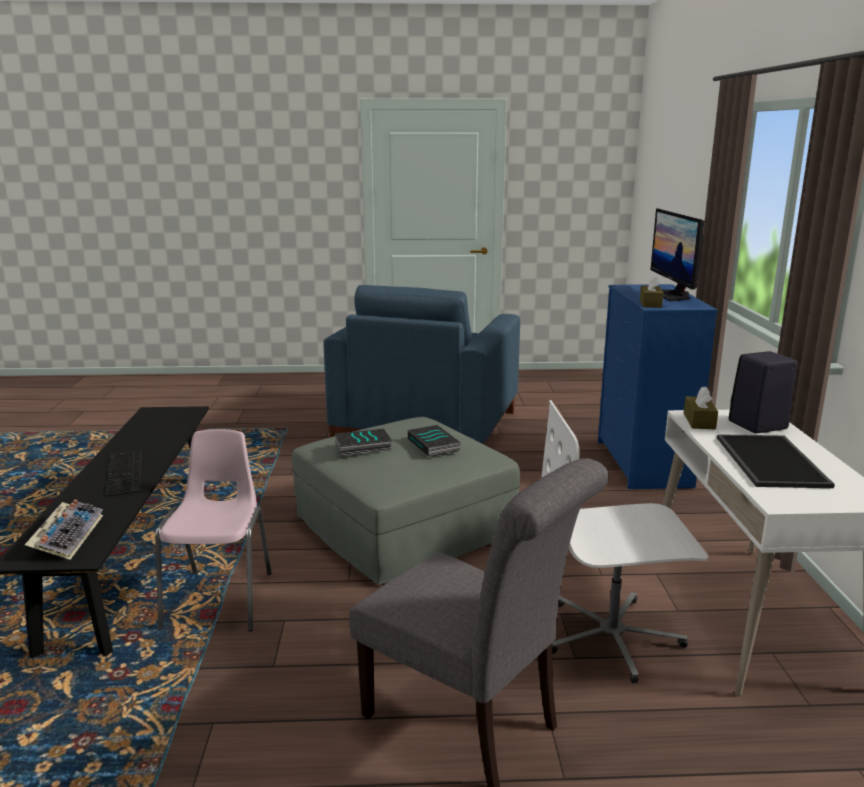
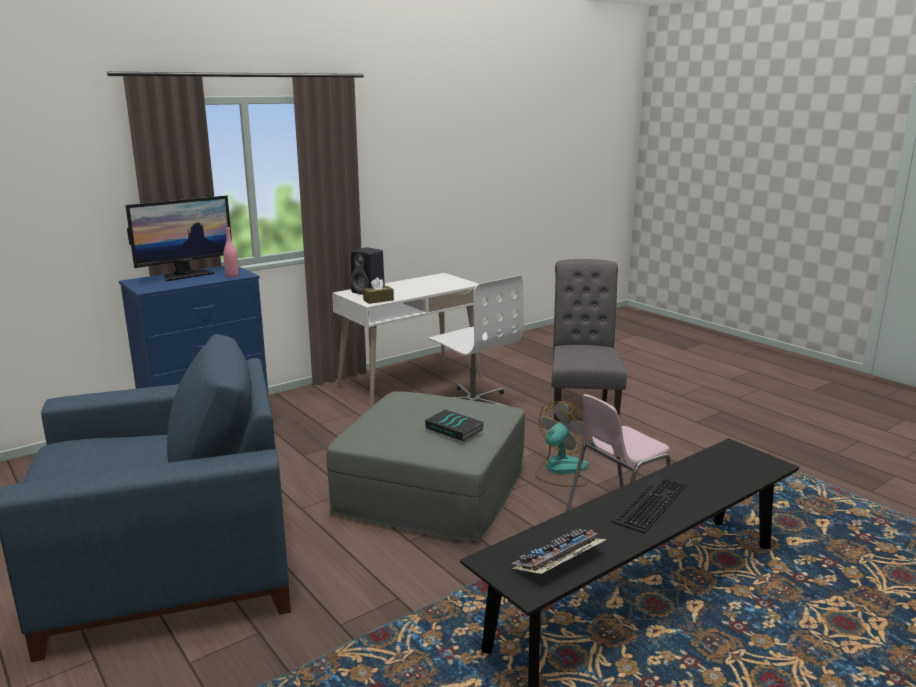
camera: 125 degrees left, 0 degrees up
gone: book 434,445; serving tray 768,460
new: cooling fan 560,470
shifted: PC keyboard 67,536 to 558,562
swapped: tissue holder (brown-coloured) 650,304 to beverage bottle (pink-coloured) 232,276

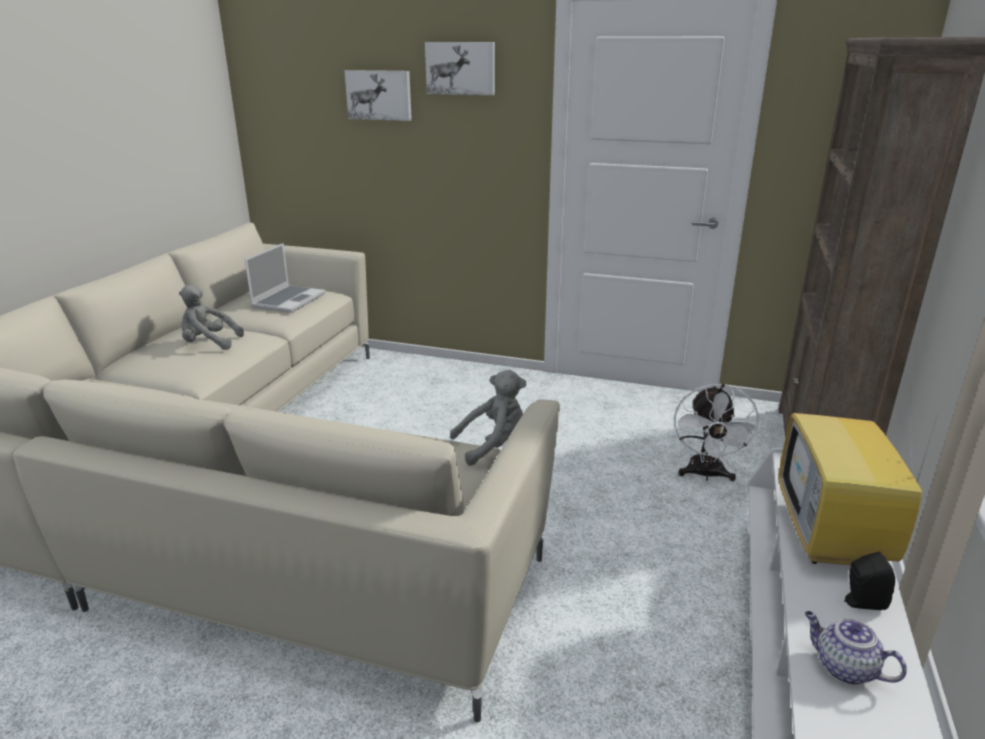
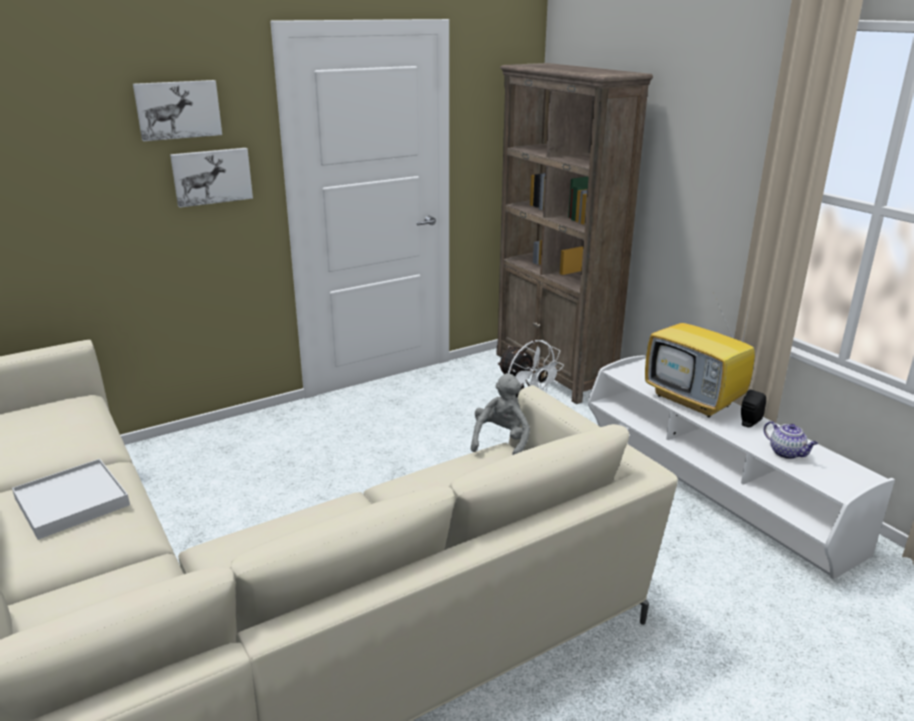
camera: 50 degrees left, 0 degrees up
gone: laptop 289,300
shifted: picture 379,95 to 211,176
swapped: soft toy (grey) 209,343 to serving tray (white-coloured) 71,502
rotated: tea pot 844,668 = 787,453 120 degrees counterclockwise

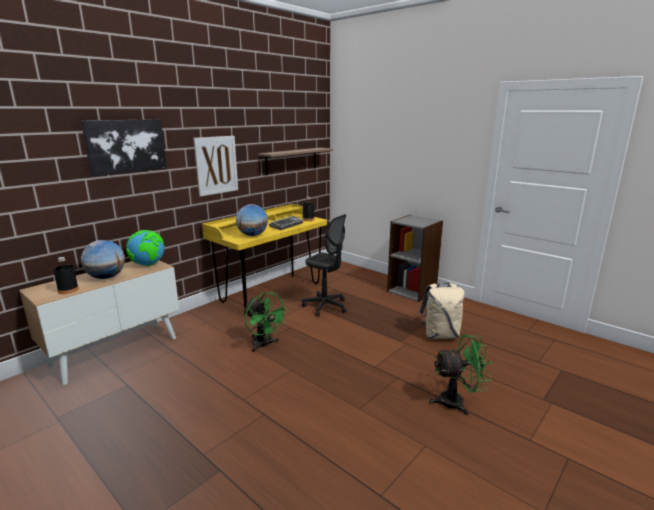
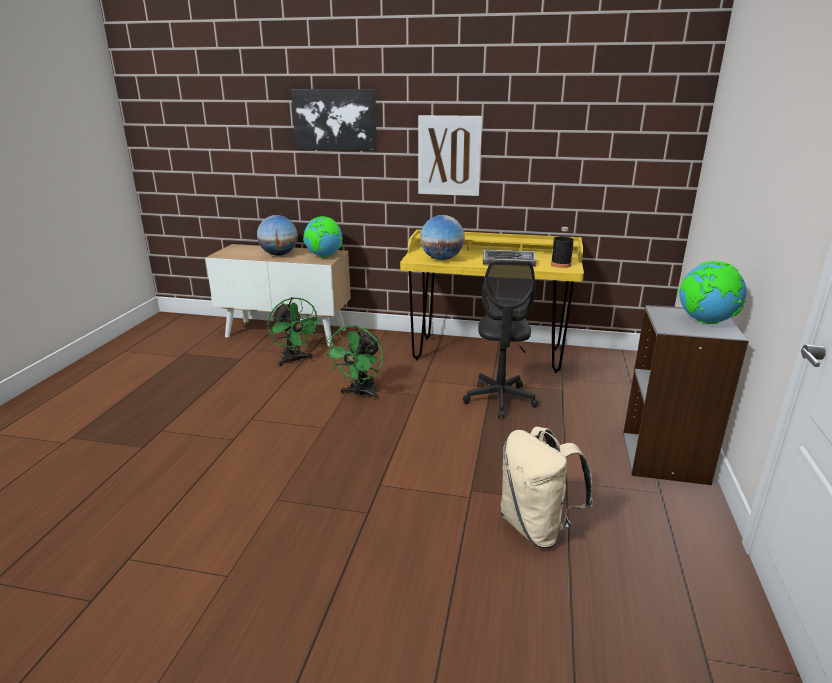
camera: 60 degrees right, 5 degrees up
gone: beverage bottle (blackish) 68,290; wall shelf 291,161
new: world globe 705,322
shifted: cooling fan (green) 457,402 to 294,360

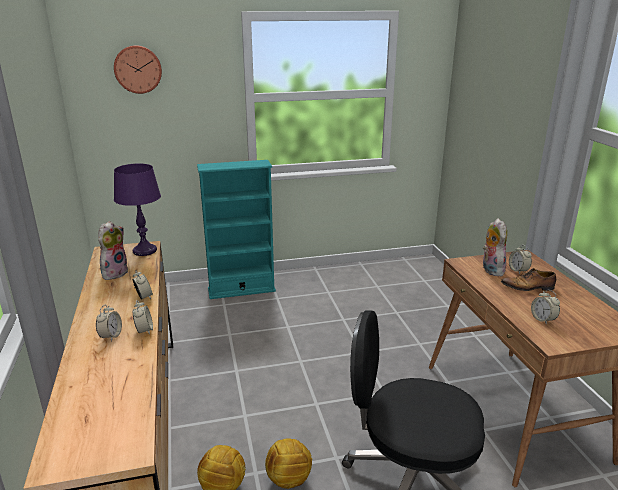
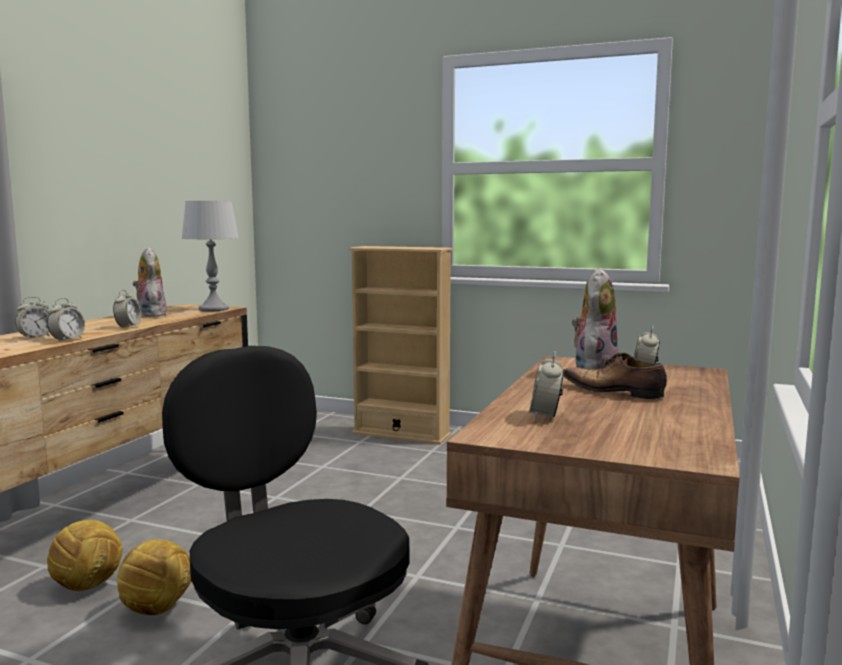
camera: 35 degrees right, 15 degrees down
gone: clock on the wall 138,69
repainted: tabletop lamp (purple-coloured) 144,251 to tabletop lamp (grey) 213,309; bookcase (turquoise) 241,290 to bookcase (sand-coloured) 401,434
rotated: soft toy 114,273 = 150,314 90 degrees counterclockwise

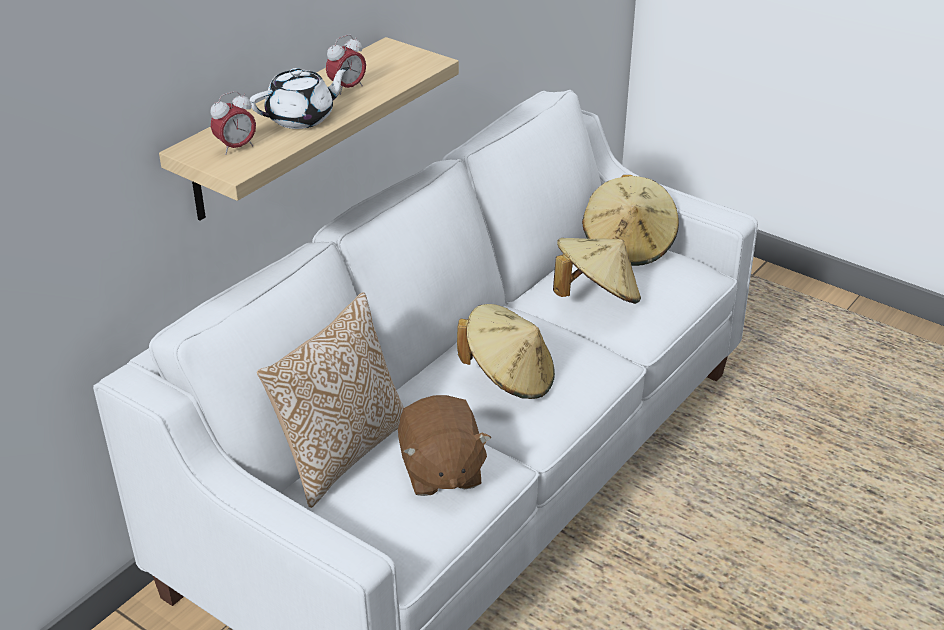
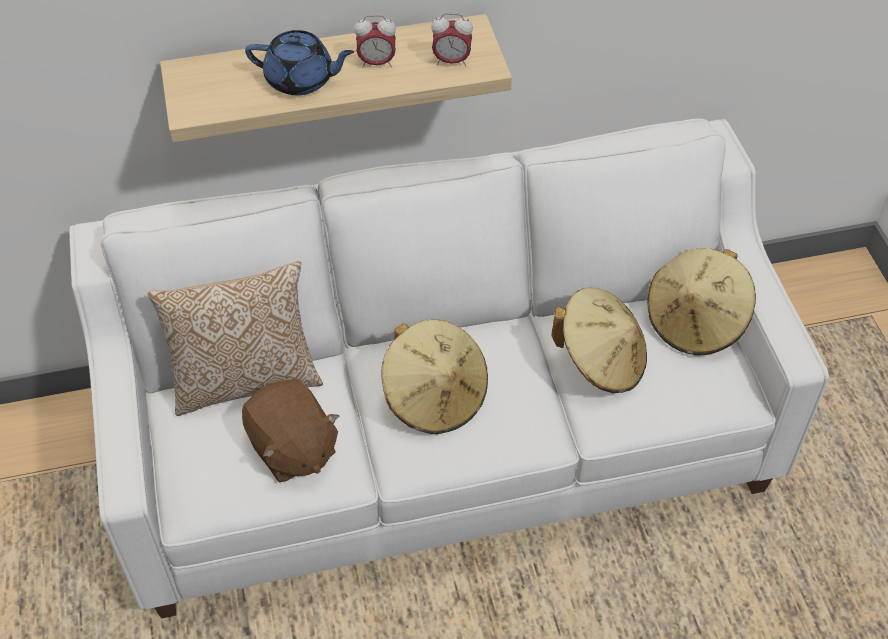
camera: 40 degrees right, 15 degrees up
shifted: bedside clock 236,148 to 451,61
repainted: tea pot (white-coloured) 302,118 to tea pot (blue-coloured) 301,80
rotated: soft toy (brown-coloured) 440,471 = 292,449 60 degrees counterclockwise

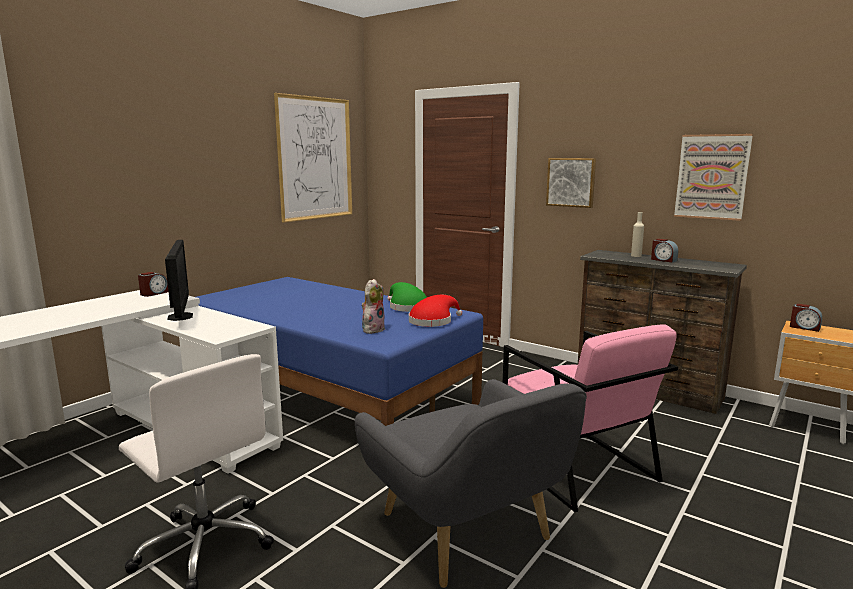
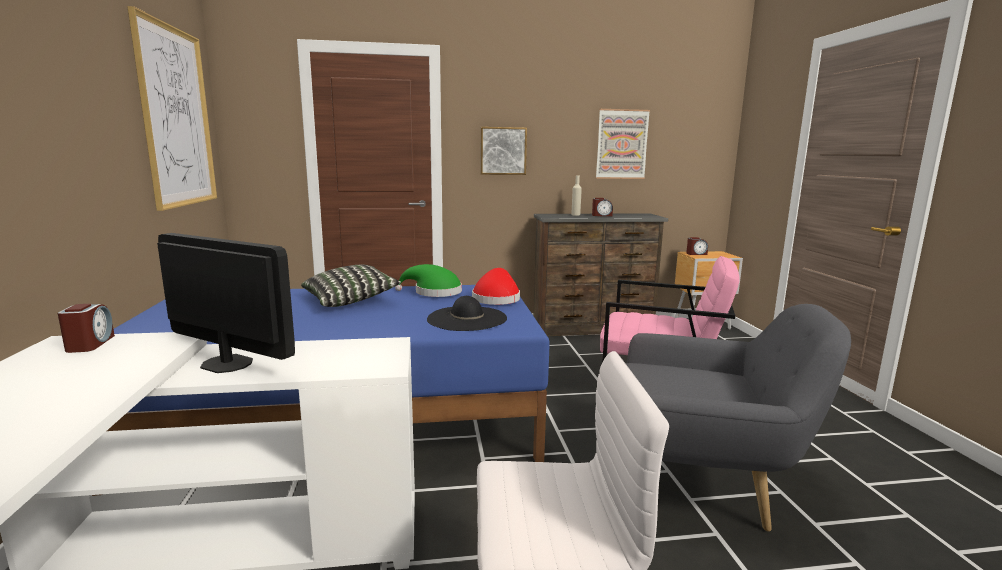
camera: 45 degrees left, 0 degrees up
new: pillow 350,300
swapped: soft toy 373,329 to wearable hat (blackish) 467,318

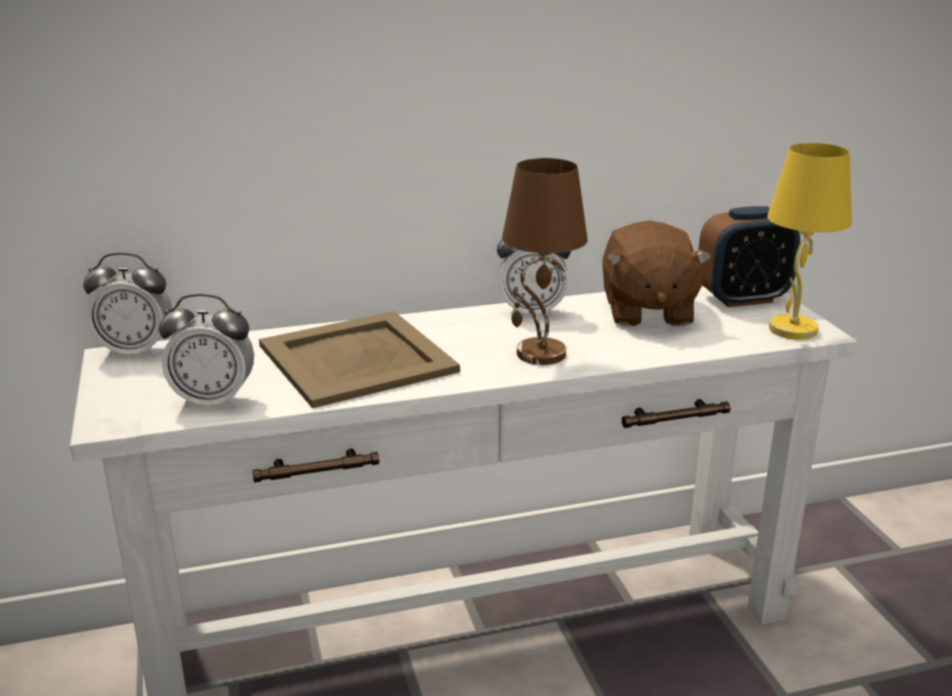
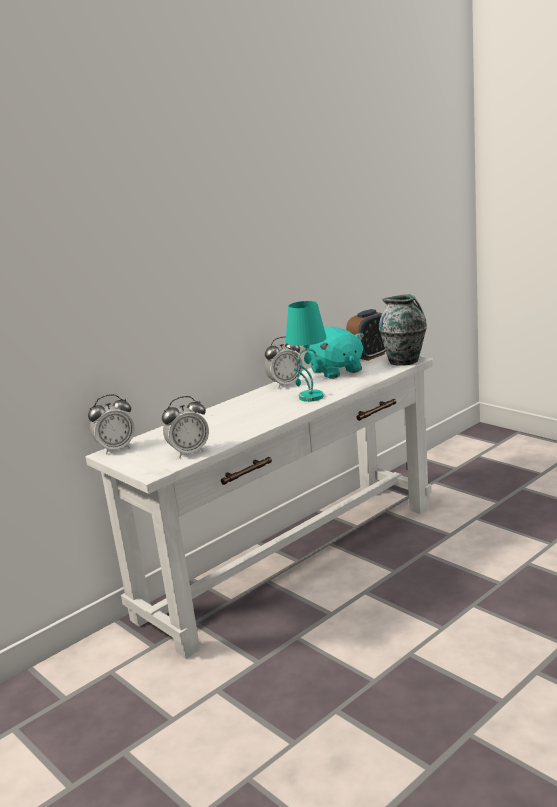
camera: 25 degrees left, 5 degrees down
gone: serving tray (sand-coloured) 356,359
swapped: tabletop lamp (yellow) 793,330 to flower vase 404,361
repainted: tabletop lamp (brown-coloured) 539,354 to tabletop lamp (turquoise) 310,397; soft toy (brown-coloured) 646,311 to soft toy (turquoise) 335,371

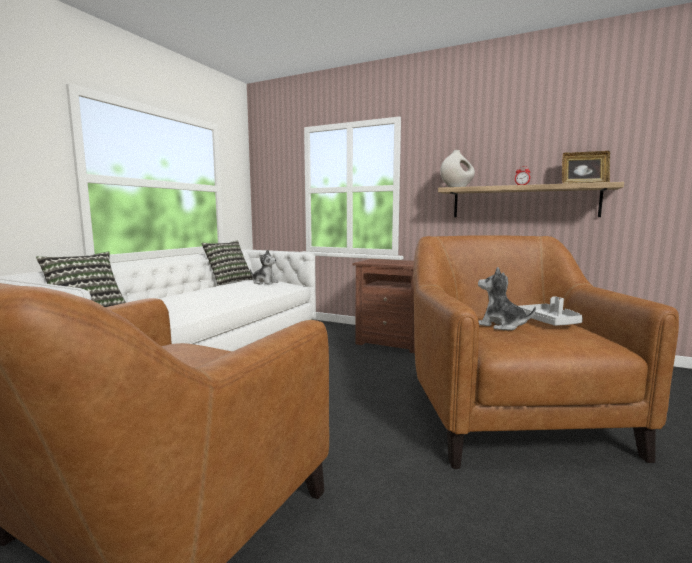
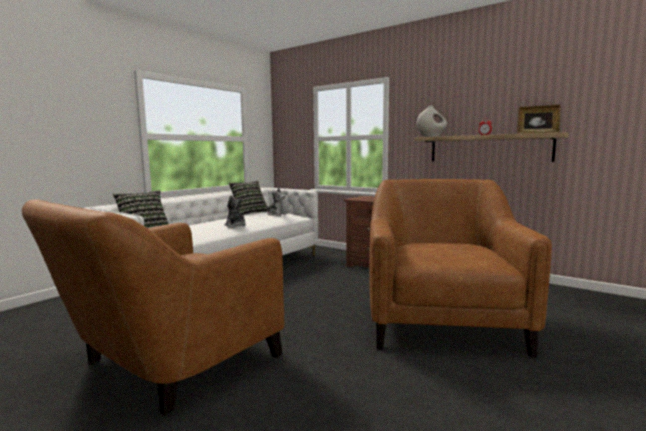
camera: 10 degrees right, 0 degrees up
gone: serving tray (grey) 549,322
shifted: soft toy 501,325 to 235,226

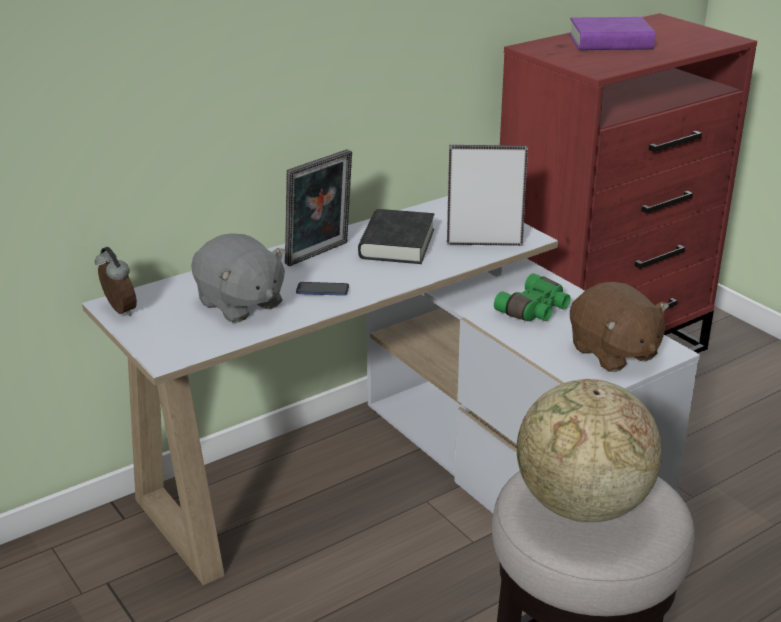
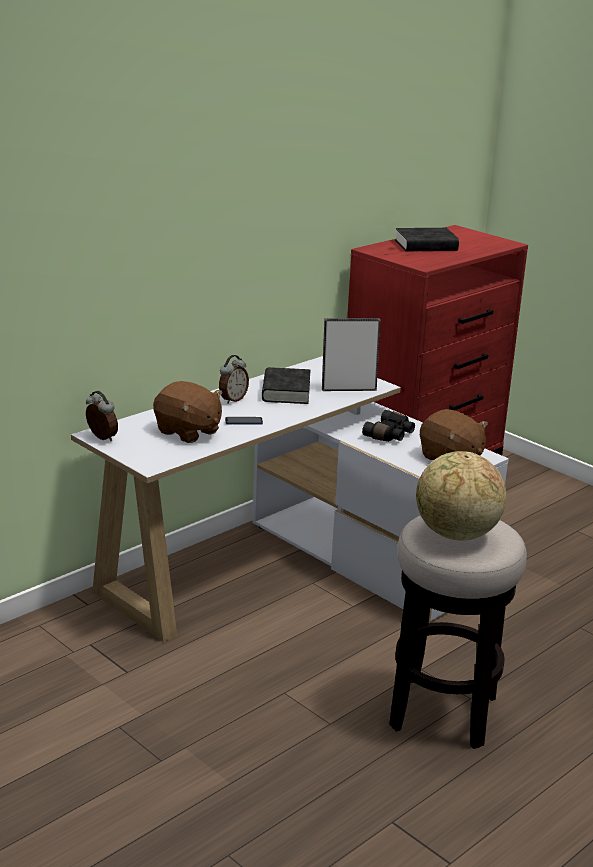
camera: 10 degrees left, 5 degrees down
swapped: standing frame 320,255 to bedside clock 232,399
repainted: soft toy (grey) 240,304 to soft toy (brown-coloured) 188,432; pair of binoculars (green) 535,310 to pair of binoculars (blackish) 390,435; book (purple-coloured) 610,42 to book (blackish) 426,246

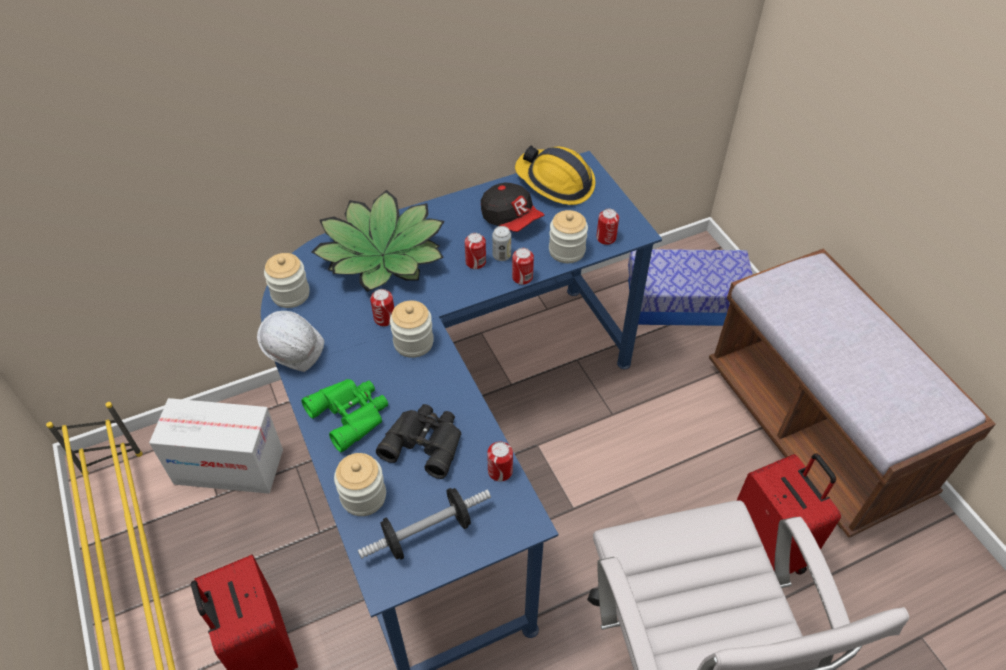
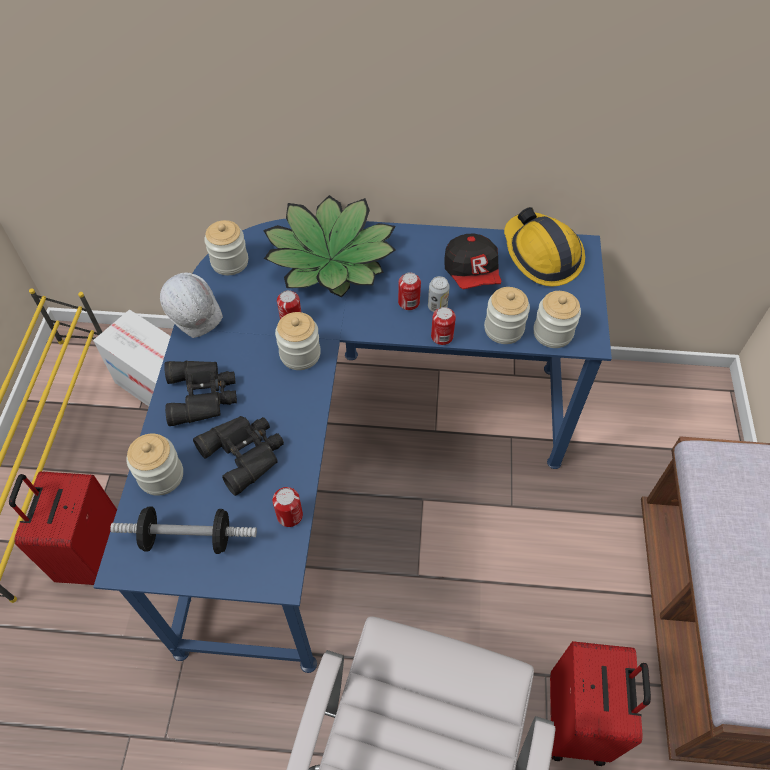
camera: 30 degrees right, 5 degrees up
gone: storage container 685,302
swapped: metal can 606,238 to jar 552,333
repainted: pair of binoculars (green) 351,414 to pair of binoculars (blackish) 203,395

